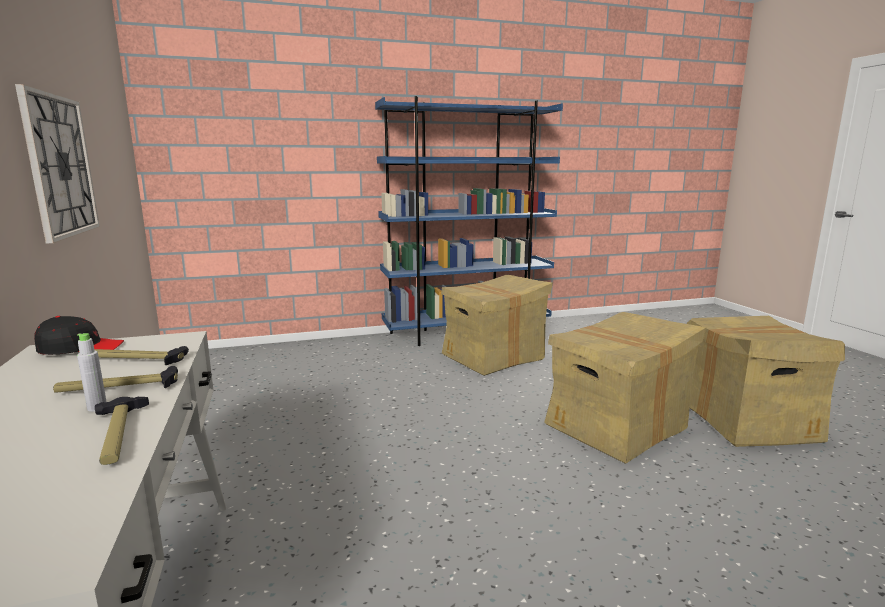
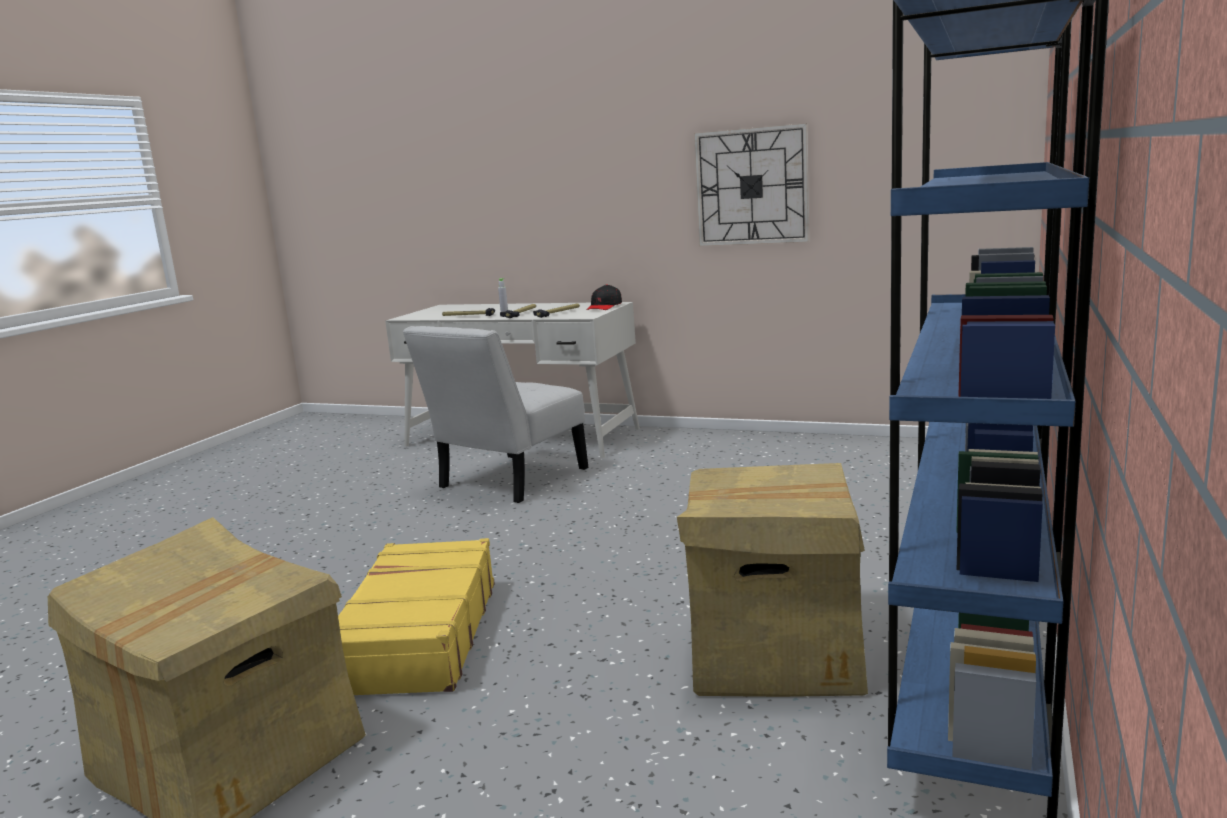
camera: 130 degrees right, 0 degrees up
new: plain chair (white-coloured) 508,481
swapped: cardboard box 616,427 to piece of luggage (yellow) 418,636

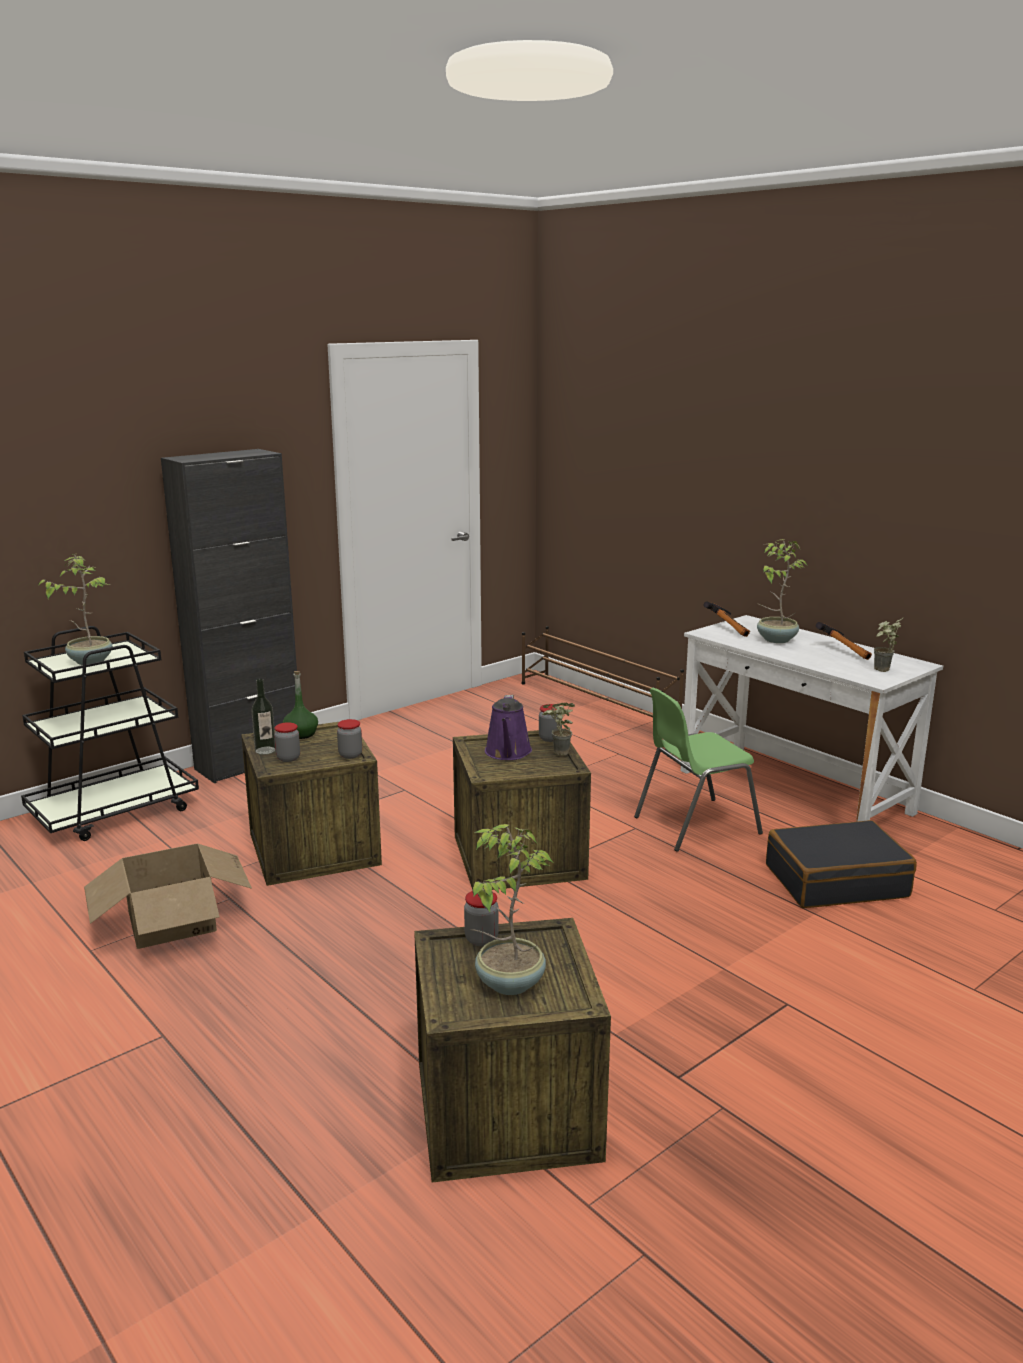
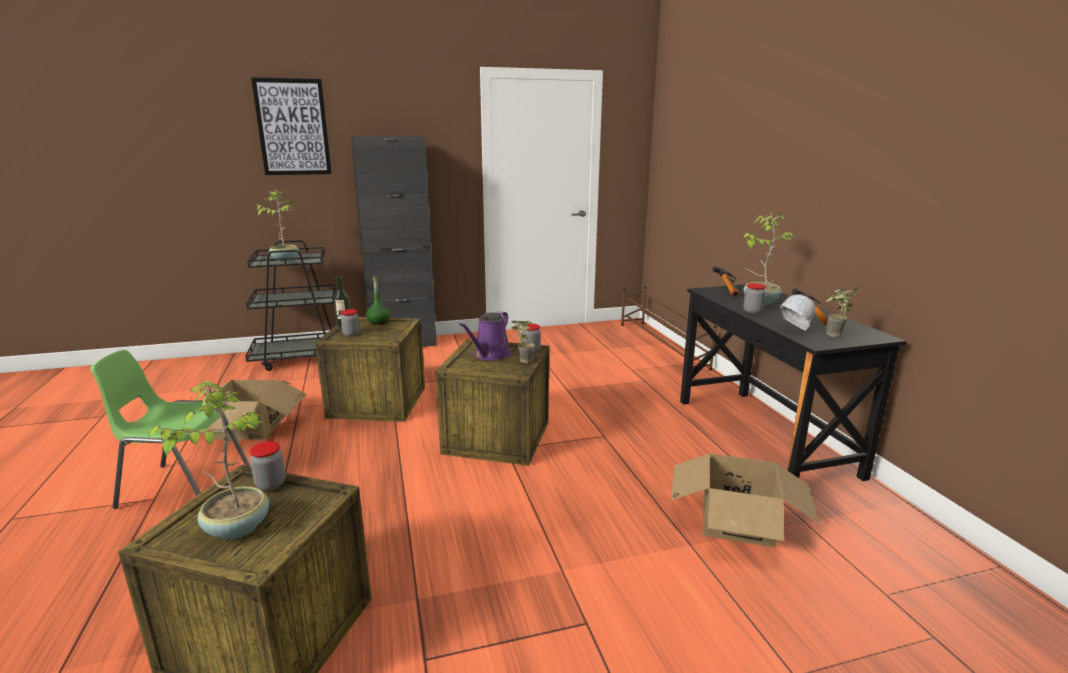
camera: 25 degrees right, 0 degrees up
new: picture 293,127; work helmet (white-coloured) 792,331
shifted: jar 350,755 to 752,312; plain chair (green) 694,825 to 183,486
swapped: piece of luggage (blackish) 836,881 to cardboard box 736,520
repainted: desk (white-coloured) 794,792 to desk (blackish) 763,436

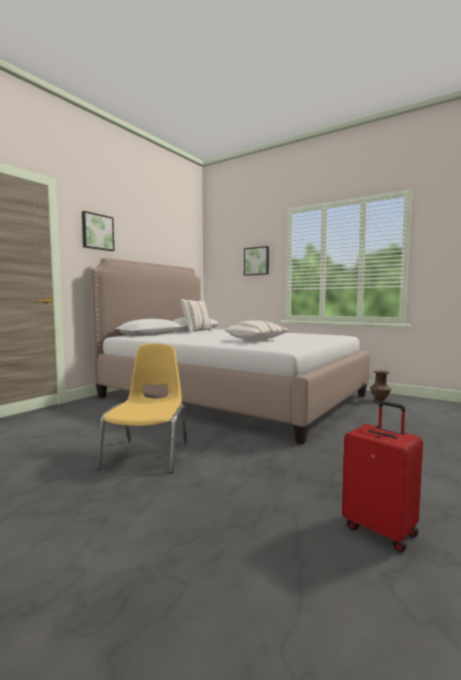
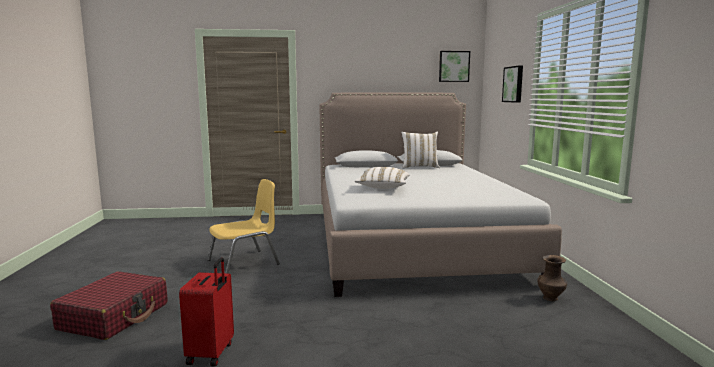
camera: 50 degrees right, 5 degrees up
new: piece of luggage (red-coloured) 115,316
shifted: picture 97,232 to 454,66

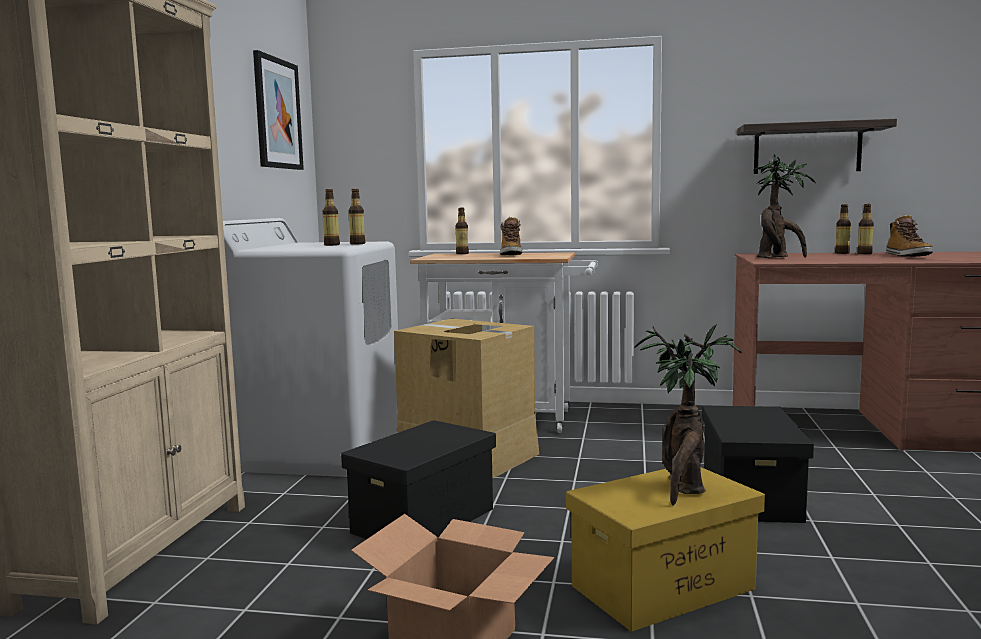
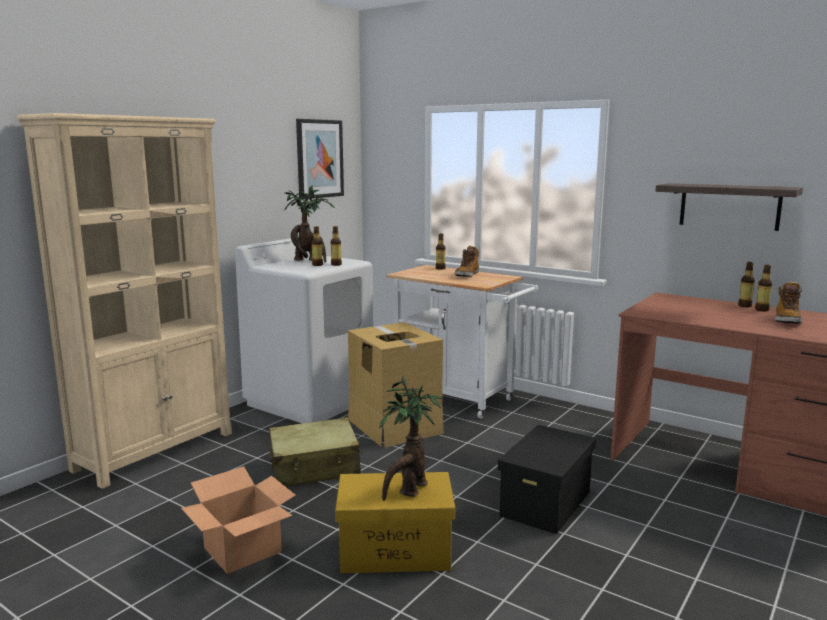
camera: 25 degrees right, 5 degrees up
shifted: potted plant 777,258 to 309,261
swapped: storage container (blackish) 424,520 to piece of luggage (sand-coloured) 315,467

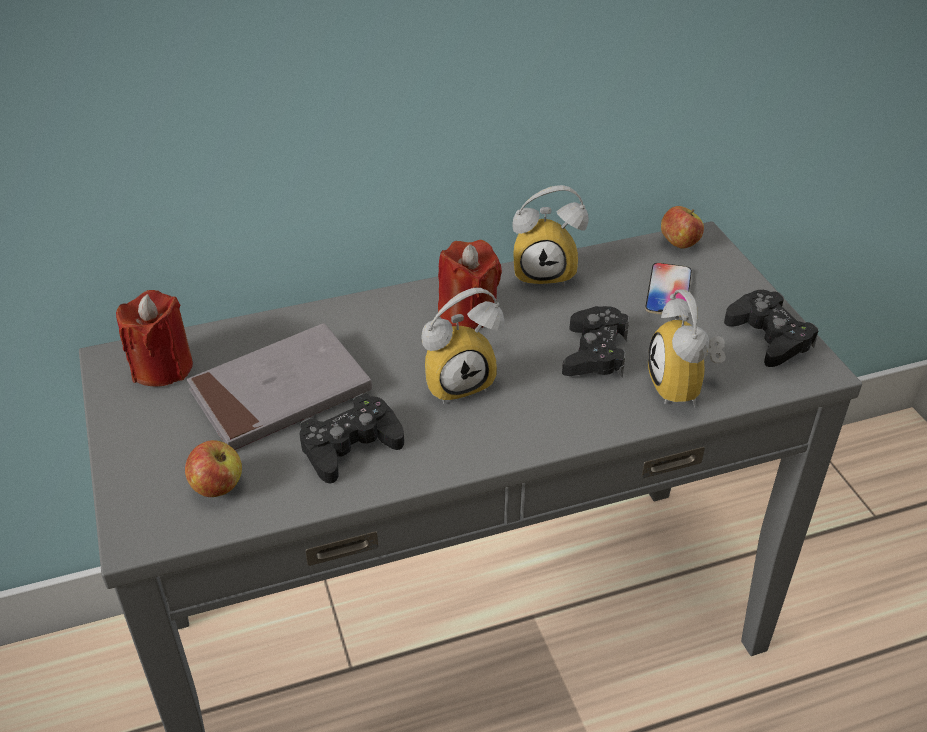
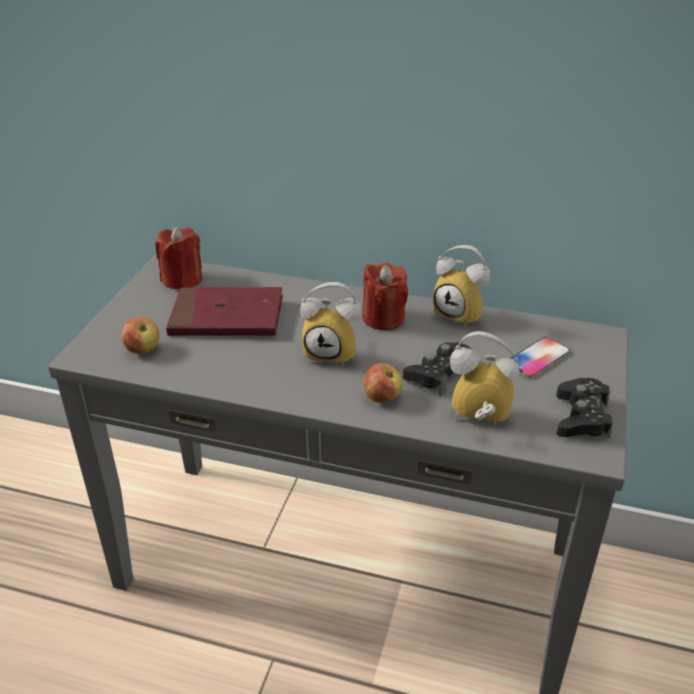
camera: 35 degrees right, 5 degrees down
gone: joypad (blackish) 350,446
shifted: apple fruit 679,244 to 382,397
repainted: book (grey) 281,393 to book (red-coloured) 227,317
rotated: bedside clock 684,388 = 477,421 75 degrees clockwise

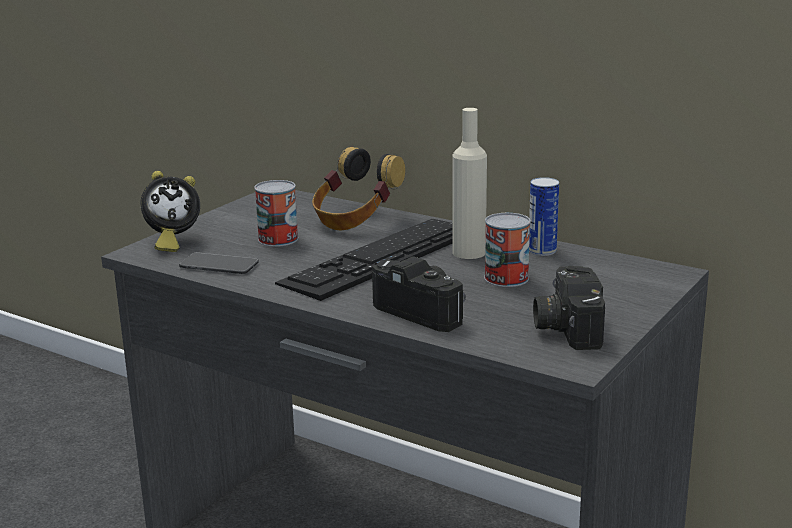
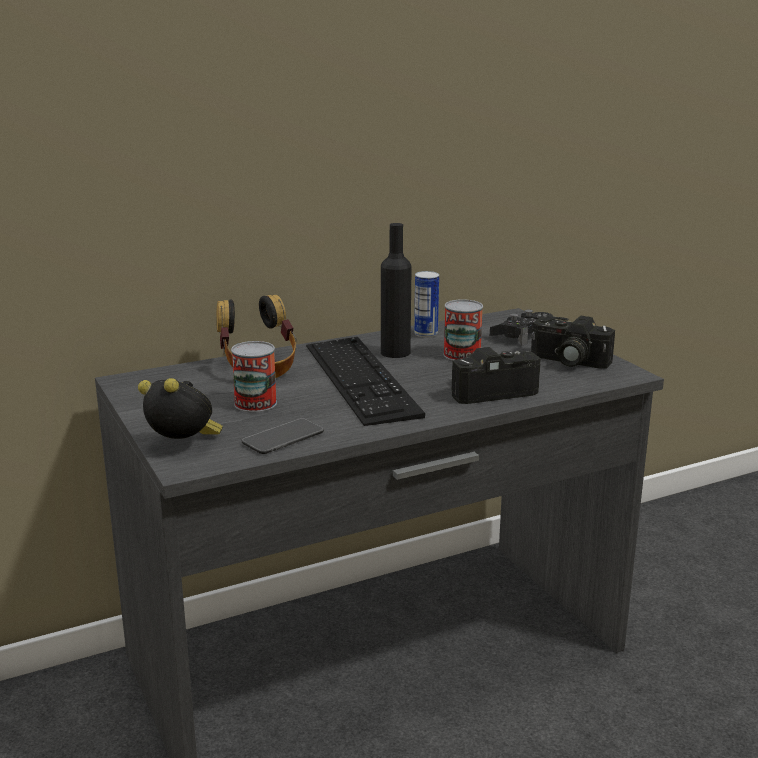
camera: 60 degrees left, 0 degrees up
new: joypad (blackish) 523,335
repainted: beverage bottle (sand-coloured) 469,252 to beverage bottle (blackish) 395,352
rotated: bedside clock 172,242 = 184,446 75 degrees counterclockwise

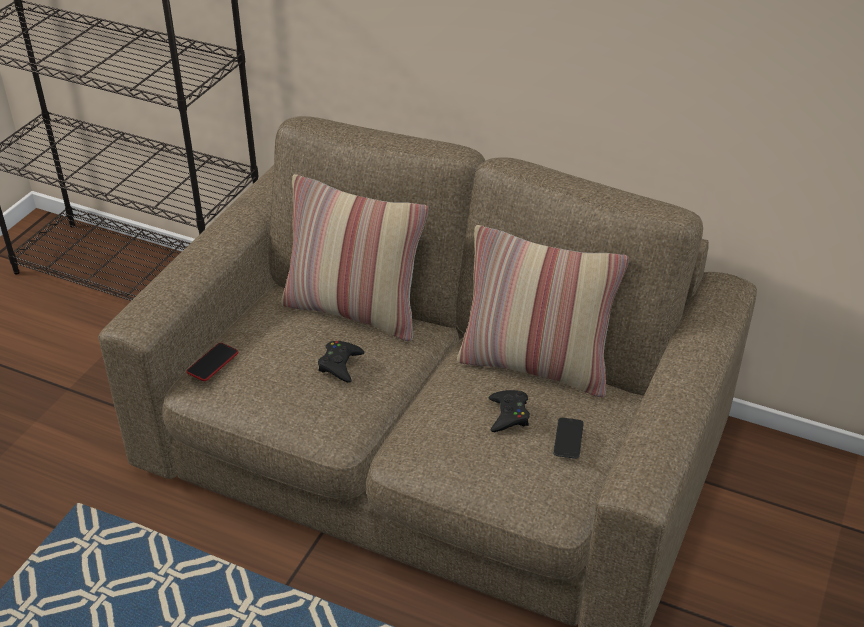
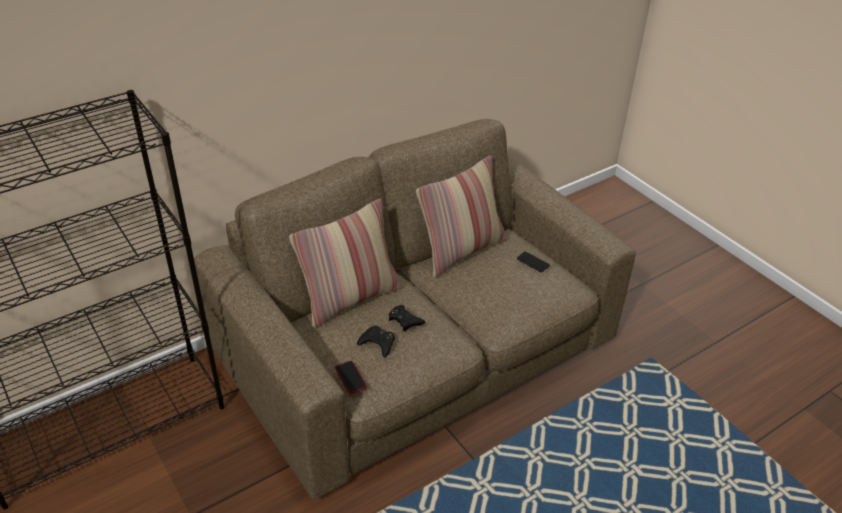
camera: 60 degrees left, 0 degrees up
shifted: joypad (blackish) 508,415 to 378,343

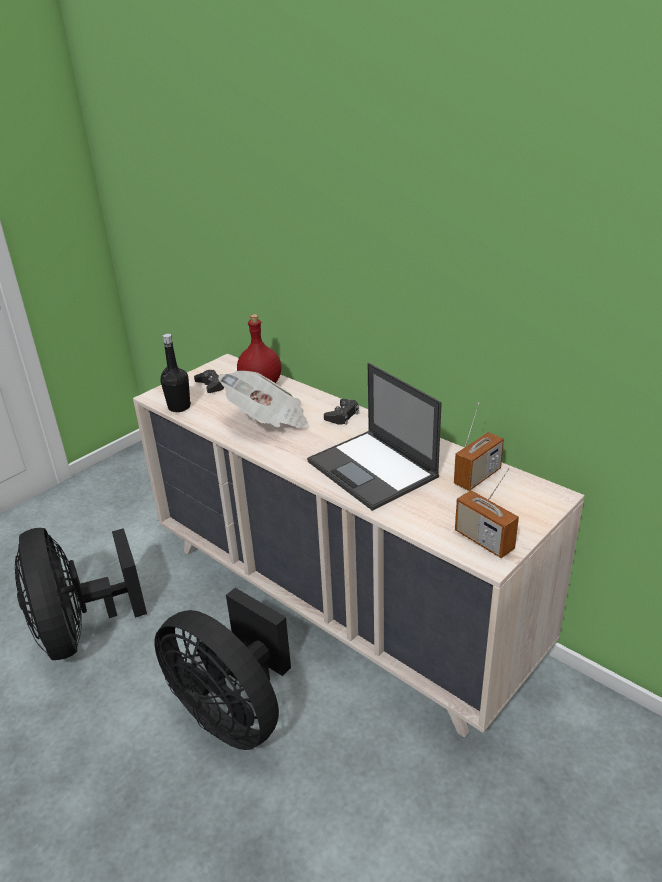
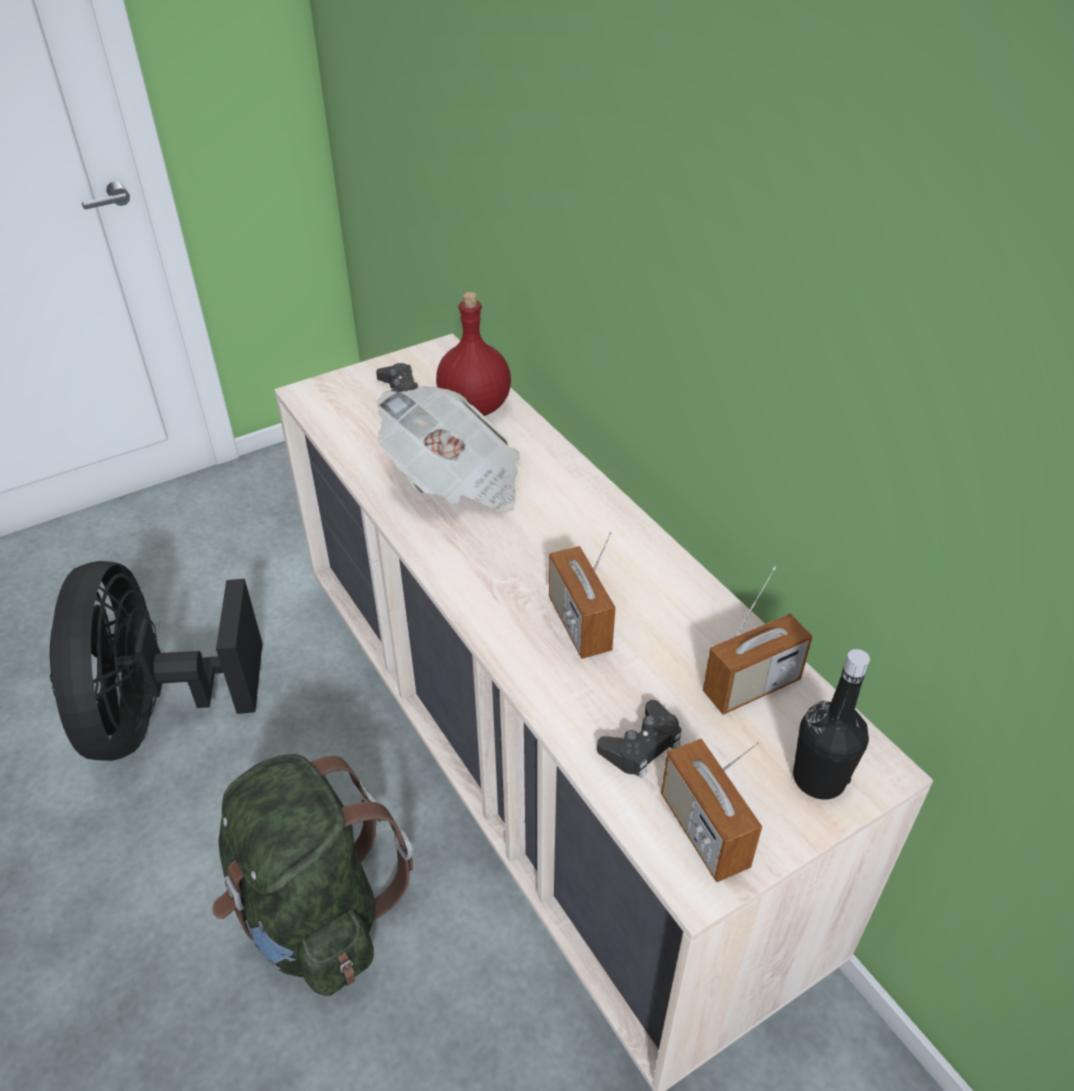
camera: 15 degrees right, 10 degrees up
shifted: beverage bottle (blackish) 179,407 to 818,778; joypad (blackish) 342,416 to 641,745
swapped: cooling fan (blackish) 233,712 to rucksack (green) 315,914; laptop 373,470 to radio 579,624

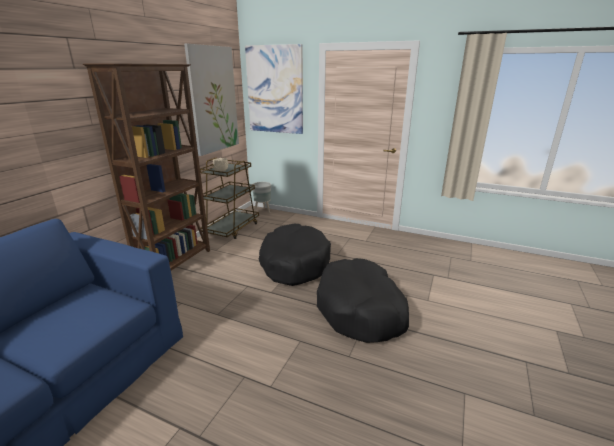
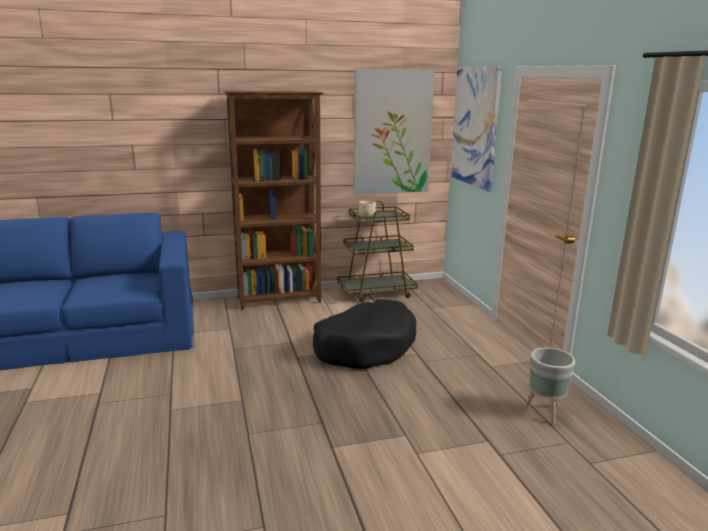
camera: 50 degrees right, 5 degrees down
gone: dog cushion (blackish) 361,310
shifted: plant pot (grey) 263,211 to 545,412

